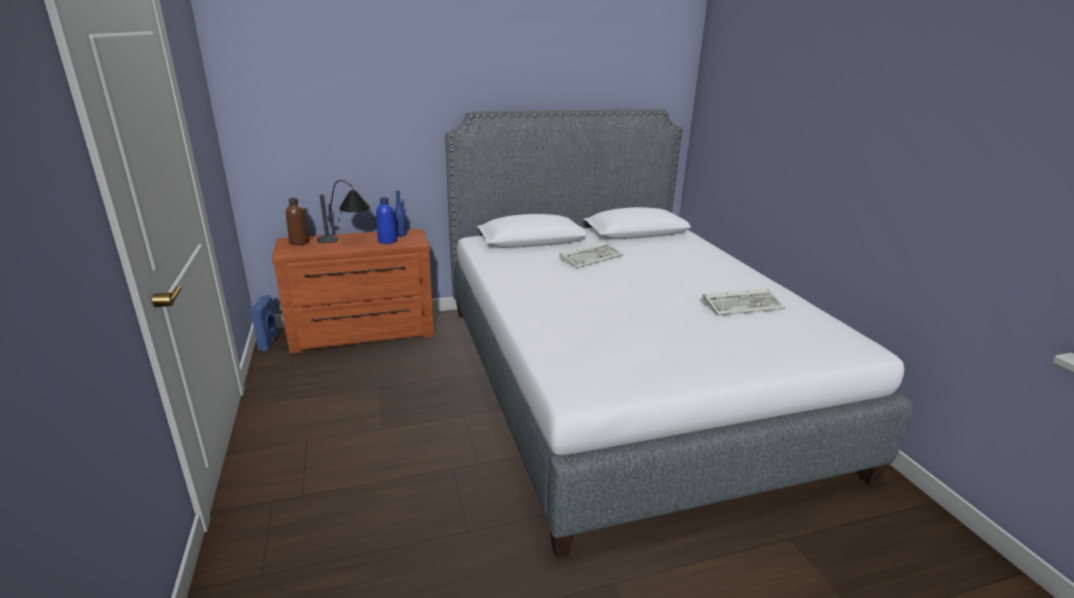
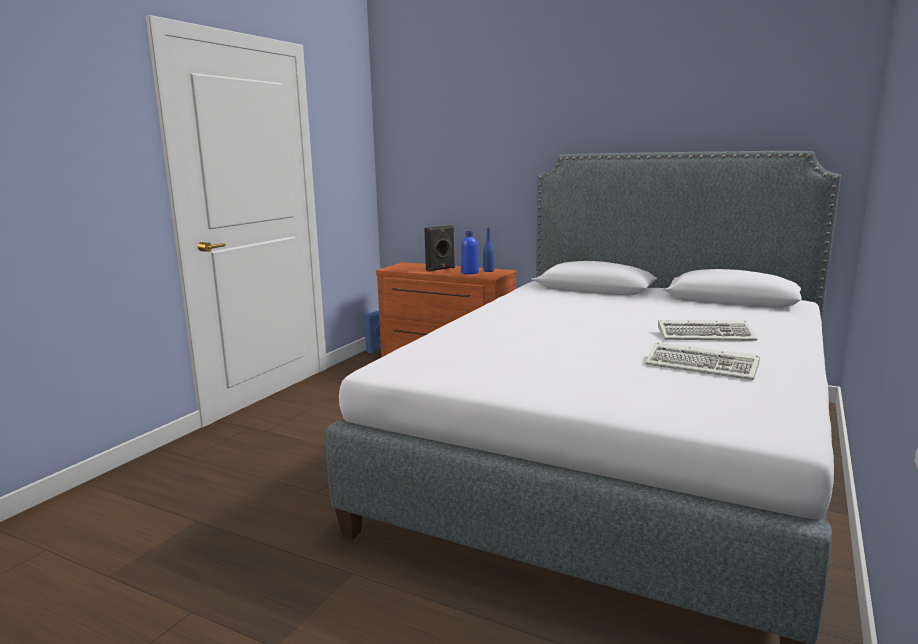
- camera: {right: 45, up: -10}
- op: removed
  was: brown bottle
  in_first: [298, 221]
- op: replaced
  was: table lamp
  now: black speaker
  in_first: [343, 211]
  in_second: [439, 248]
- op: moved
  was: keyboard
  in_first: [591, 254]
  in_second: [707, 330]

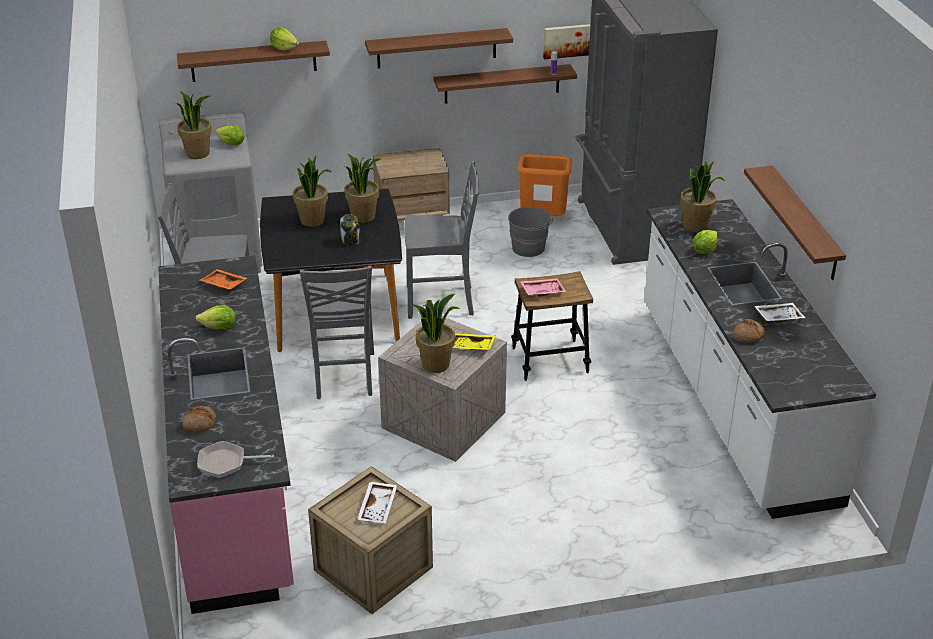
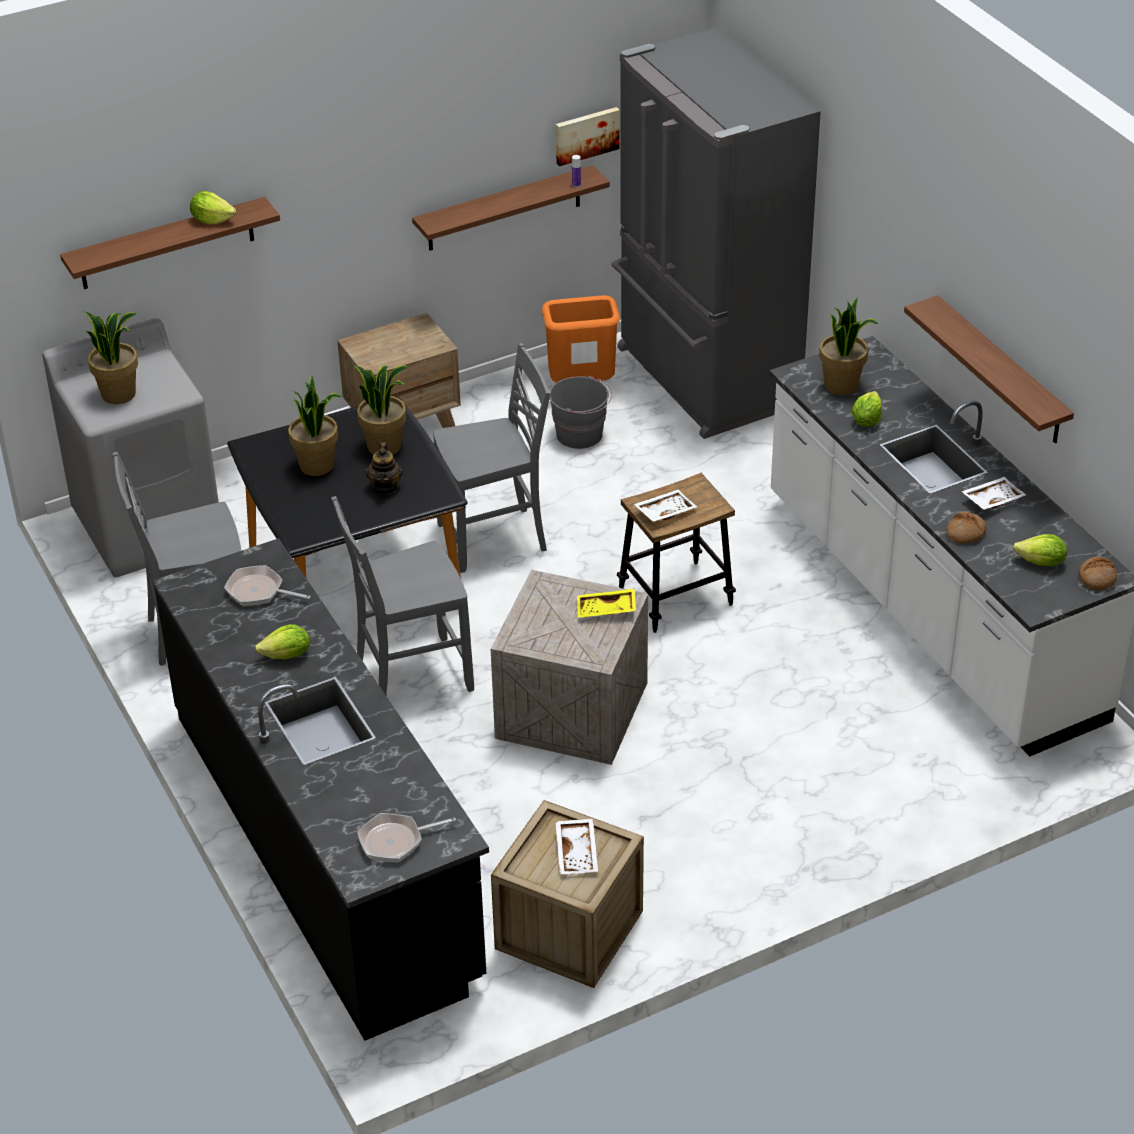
- camera: {right: -15, up: 5}
- op: recoloured
  was: pink counter
  now: black counter
  in_first: [226, 434]
  in_second: [321, 789]
- op: moved
  was: bread
  in_first: [199, 419]
  in_second: [1098, 573]
- op: replaced
  was: orange tray
  now: frying pan
  in_first: [223, 279]
  in_second: [267, 585]
- op: moved
  was: lettuce
  in_first: [230, 135]
  in_second: [1040, 550]
- op: turned
  was: grey chair
  in_first: [337, 332]
  in_second: [402, 595]
  clockwise: 90
- op: replaced
  was: jar
  now: teapot
  in_first: [350, 230]
  in_second: [384, 468]
- op: removed
  was: shelf
  in_first: [439, 48]
- op: removed
  was: potted plant
  in_first: [436, 333]
- op: recoloured
  was: pink tray
  now: white tray
  in_first: [543, 287]
  in_second: [665, 505]

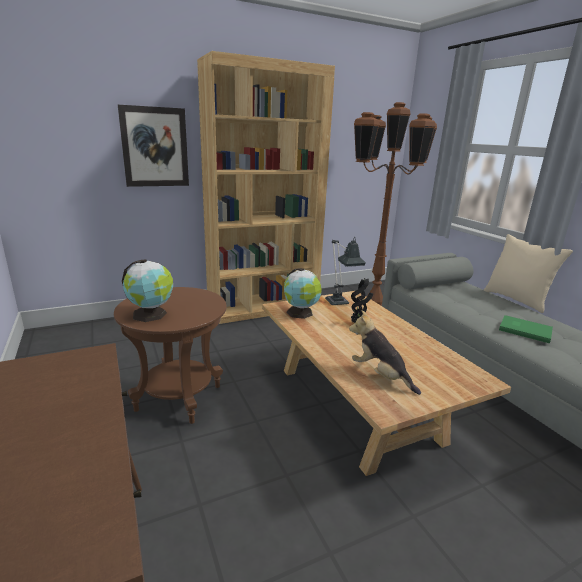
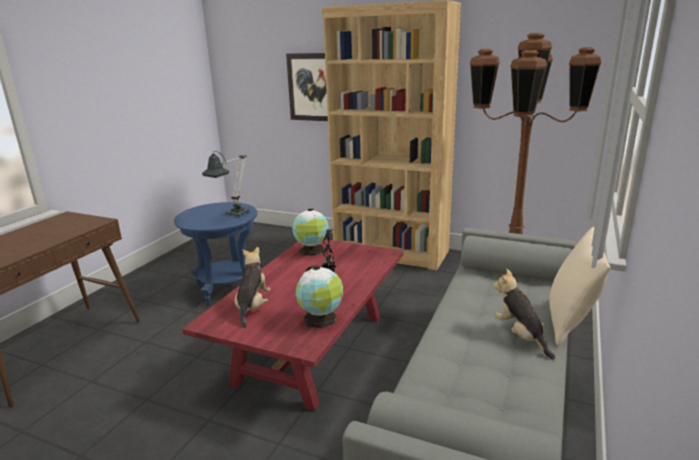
- camera: {right: 50, up: 0}
- op: recoloured
  was: brown side table
  now: blue side table
  in_first: [170, 355]
  in_second: [215, 253]
- op: moved
  was: globe
  in_first: [147, 290]
  in_second: [319, 296]
- op: recoloured
  was: beige coffee table
  now: red coffee table
  in_first: [386, 383]
  in_second: [293, 325]
- op: moved
  was: table lamp
  in_first: [345, 272]
  in_second: [226, 183]
- op: removed
  was: green book
  in_first: [526, 329]
- op: added
  now: plush toy
  in_second: [524, 314]

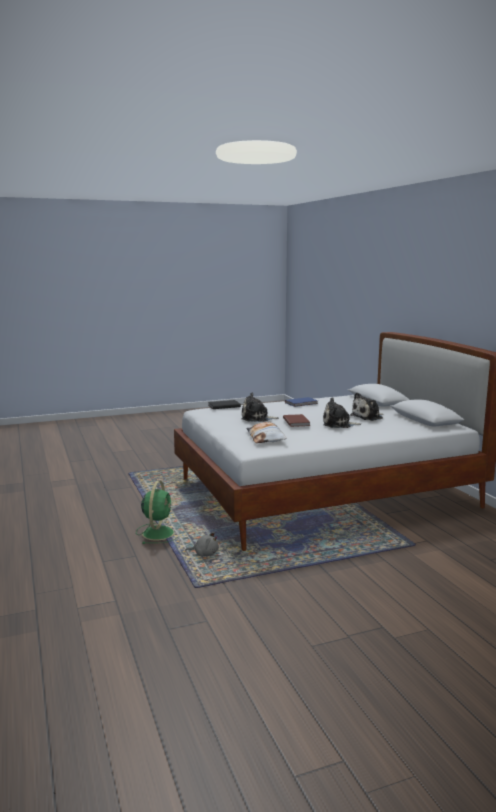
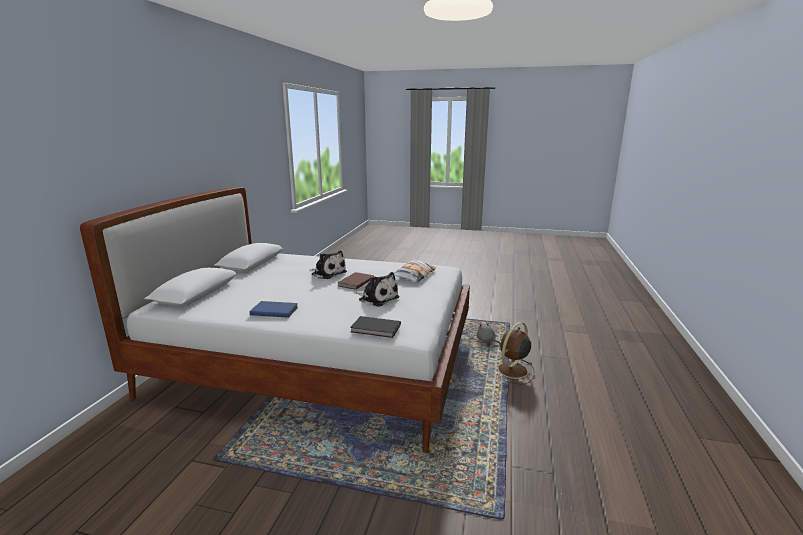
- camera: {right: -145, up: 5}
- op: recoloured
  was: green fan
  now: brown fan
  in_first: [157, 512]
  in_second: [515, 353]
- op: removed
  was: plush toy
  in_first: [366, 406]

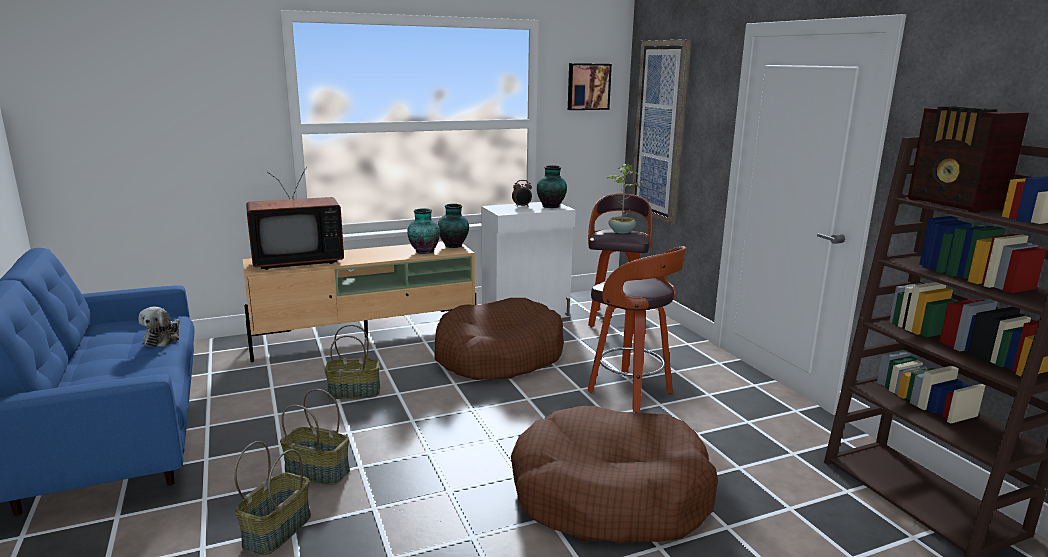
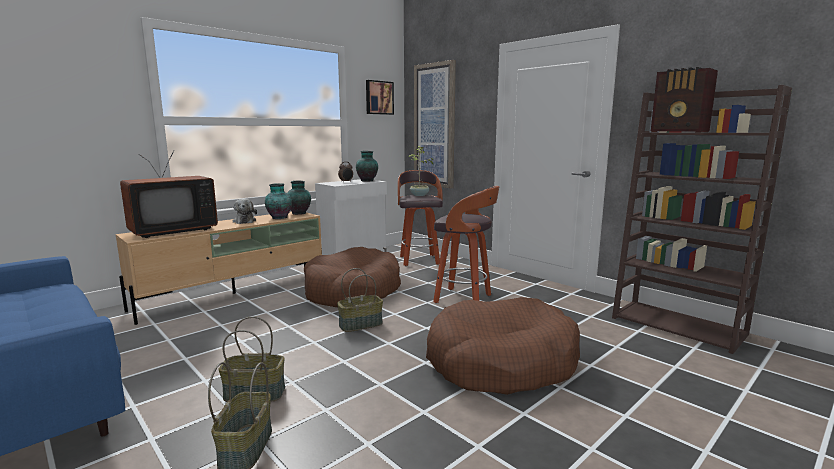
- camera: {right: -20, up: -5}
- op: moved
  was: plush toy
  in_first: [159, 327]
  in_second: [245, 211]
- op: moved
  was: basket
  in_first: [352, 362]
  in_second: [360, 300]

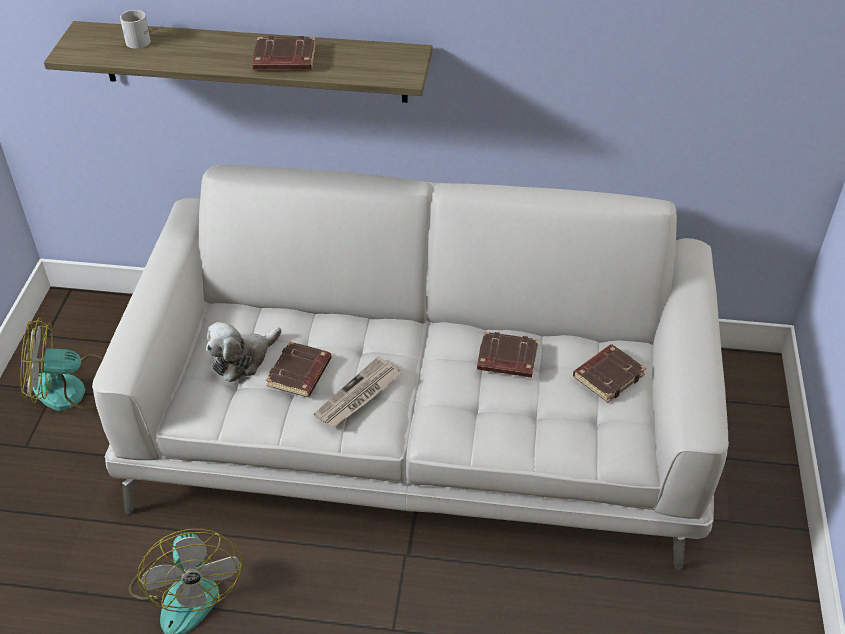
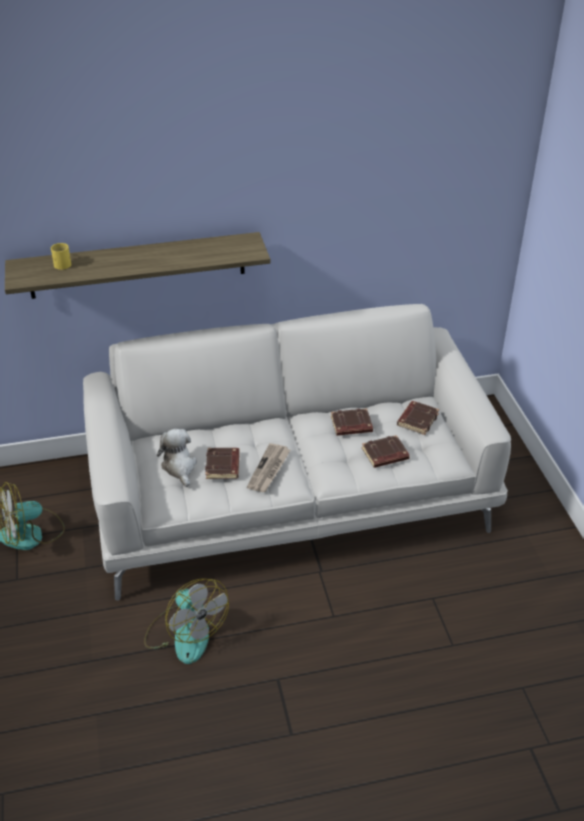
- camera: {right: -20, up: -5}
- op: recoloured
  was: white mug
  now: yellow mug
  in_first: [135, 29]
  in_second: [61, 256]
- op: turned
  was: plush toy
  in_first: [244, 352]
  in_second: [177, 458]
  clockwise: 135
- op: moved
  was: brown book
  in_first: [284, 53]
  in_second: [386, 451]

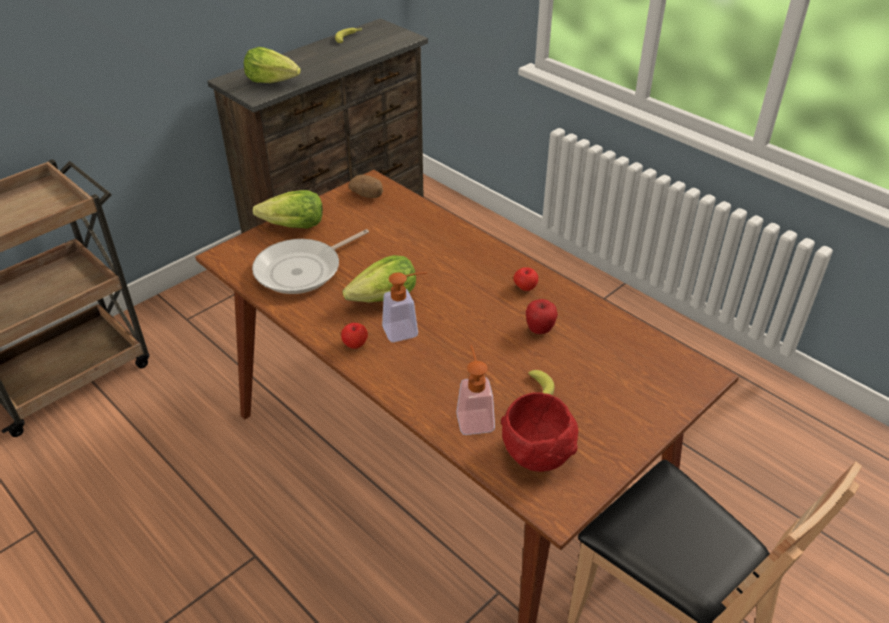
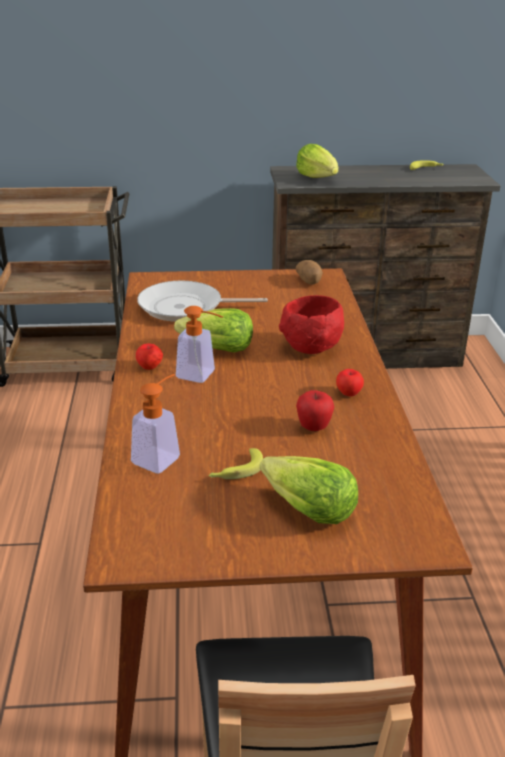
- camera: {right: 40, up: -10}
- op: moved
  was: lettuce
  in_first: [288, 209]
  in_second: [309, 490]
- op: moved
  was: red bowl
  in_first: [539, 432]
  in_second: [311, 324]

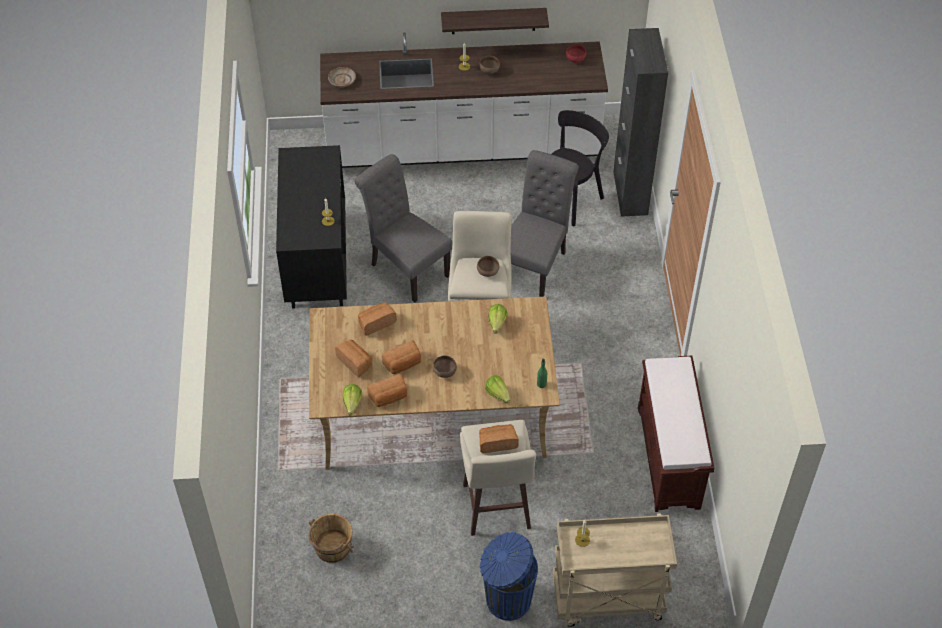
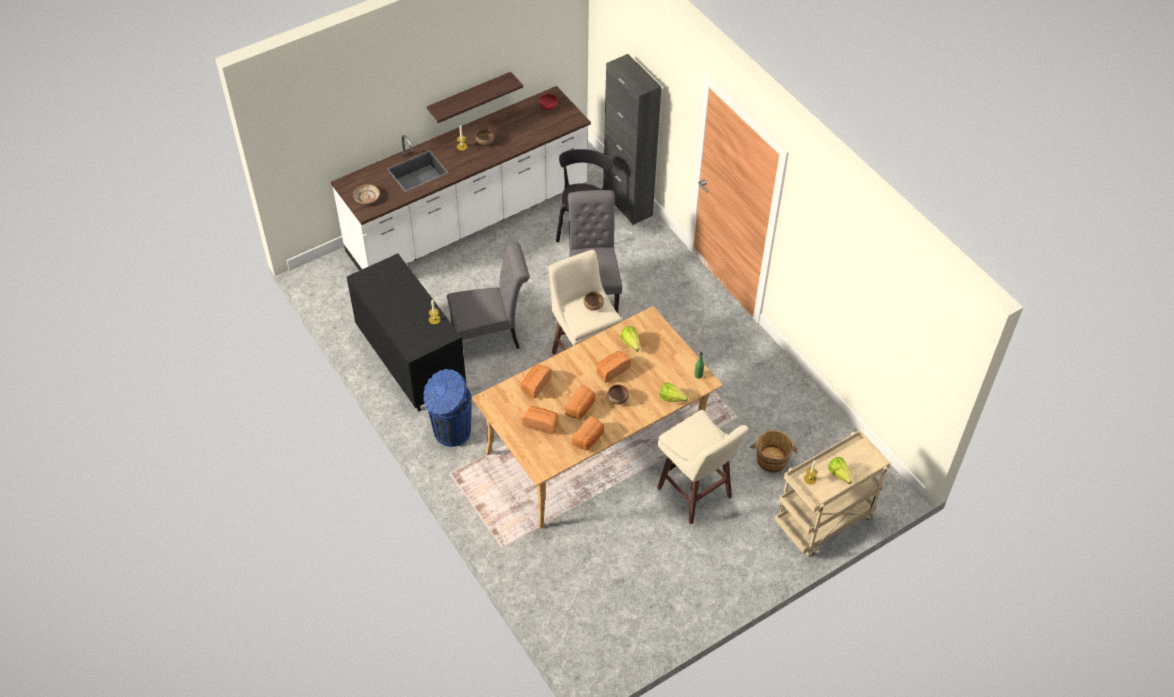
- camera: {right: -30, up: 0}
- op: moved
  was: brown bucket
  in_first: [331, 538]
  in_second: [774, 451]
- op: moved
  was: lettuce
  in_first: [352, 400]
  in_second: [840, 470]
- op: turned
  was: grey chair
  in_first: [404, 228]
  in_second: [488, 295]
  clockwise: 150
- op: moved
  was: bread
  in_first: [499, 438]
  in_second: [614, 367]
- op: moved
  was: blue trash can
  in_first: [509, 576]
  in_second: [447, 408]
- op: removed
  was: brown bench
  in_first: [676, 434]

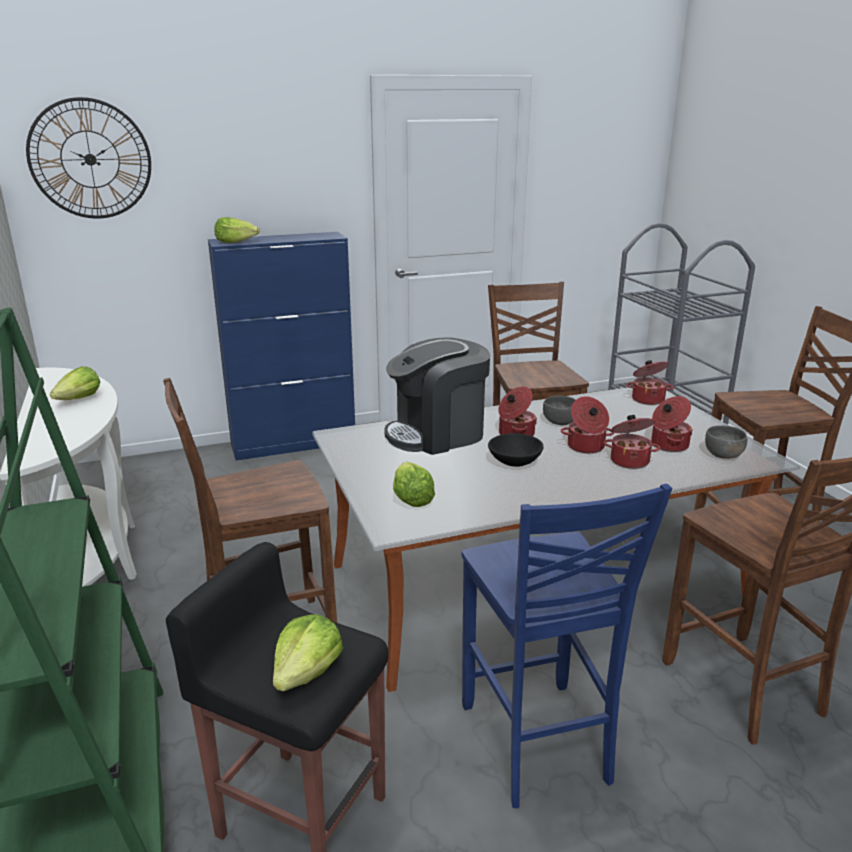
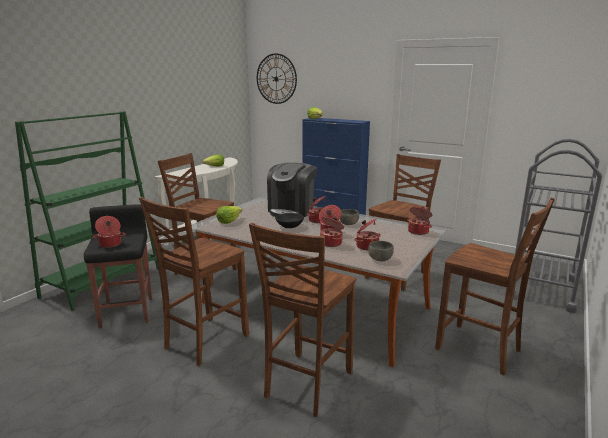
- camera: {right: 50, up: -5}
- op: replaced
  was: lettuce
  now: cooking pot
  in_first: [308, 652]
  in_second: [109, 232]
- op: turned
  was: coffee machine
  in_first: [437, 396]
  in_second: [292, 189]
  clockwise: -90
- op: recoloured
  was: blue chair
  now: brown chair
  in_first: [567, 646]
  in_second: [194, 281]

